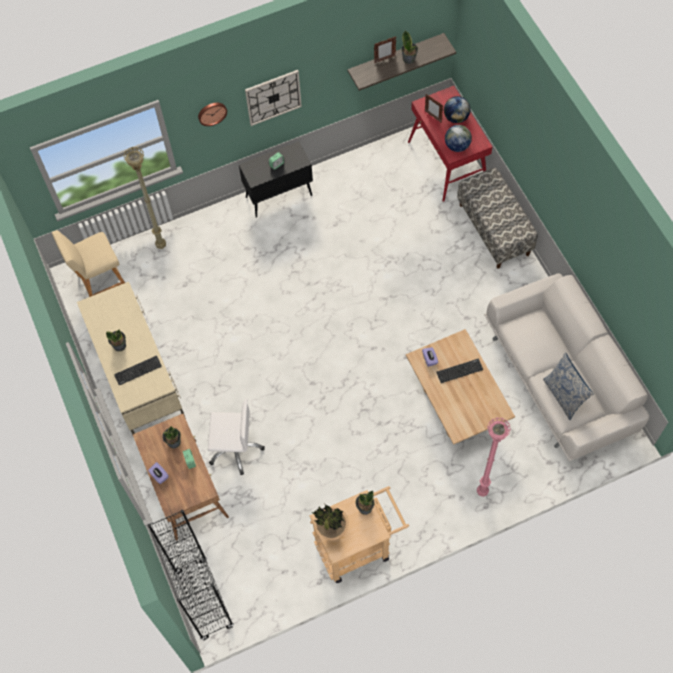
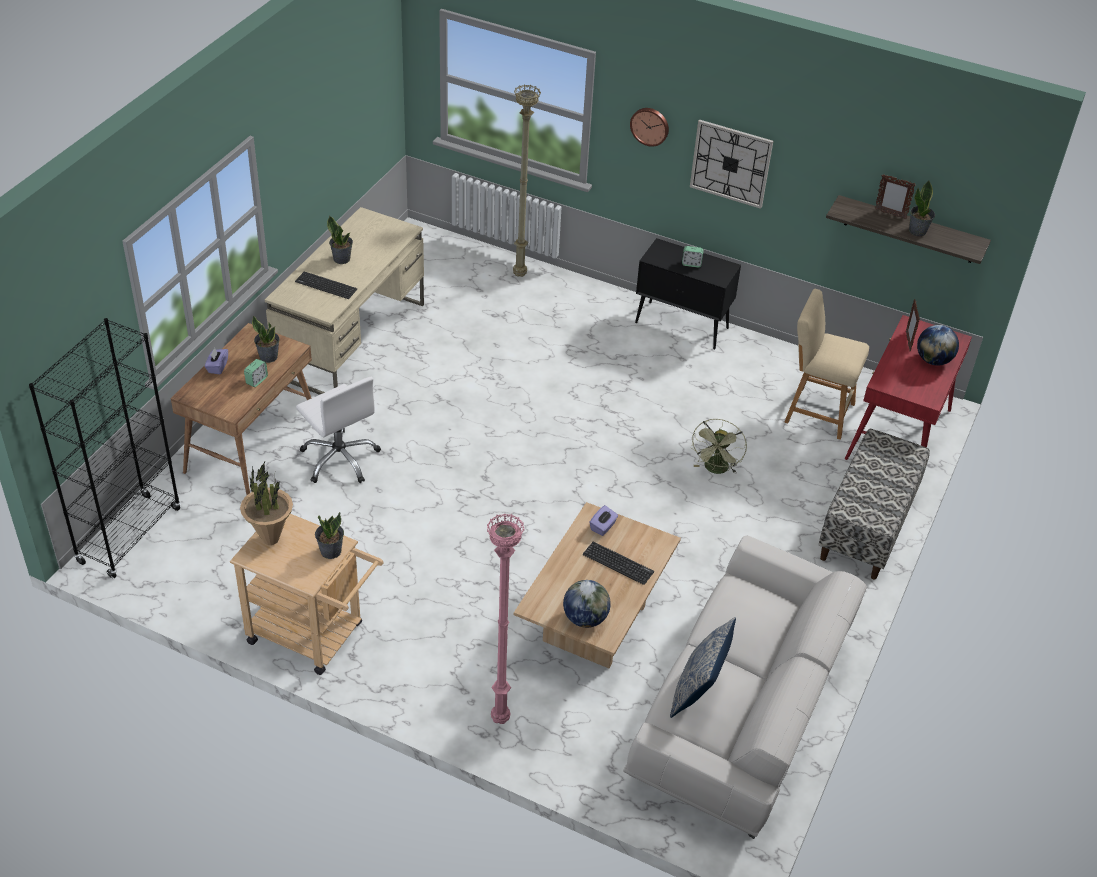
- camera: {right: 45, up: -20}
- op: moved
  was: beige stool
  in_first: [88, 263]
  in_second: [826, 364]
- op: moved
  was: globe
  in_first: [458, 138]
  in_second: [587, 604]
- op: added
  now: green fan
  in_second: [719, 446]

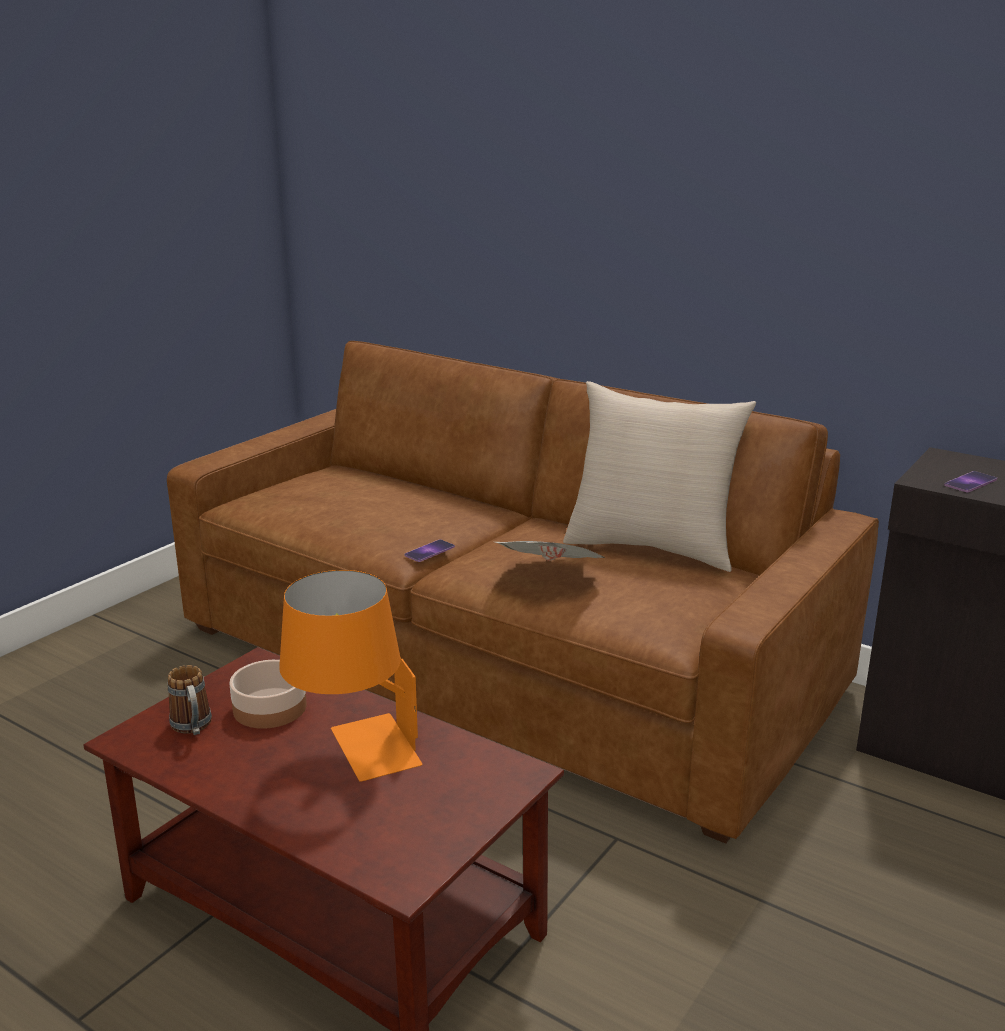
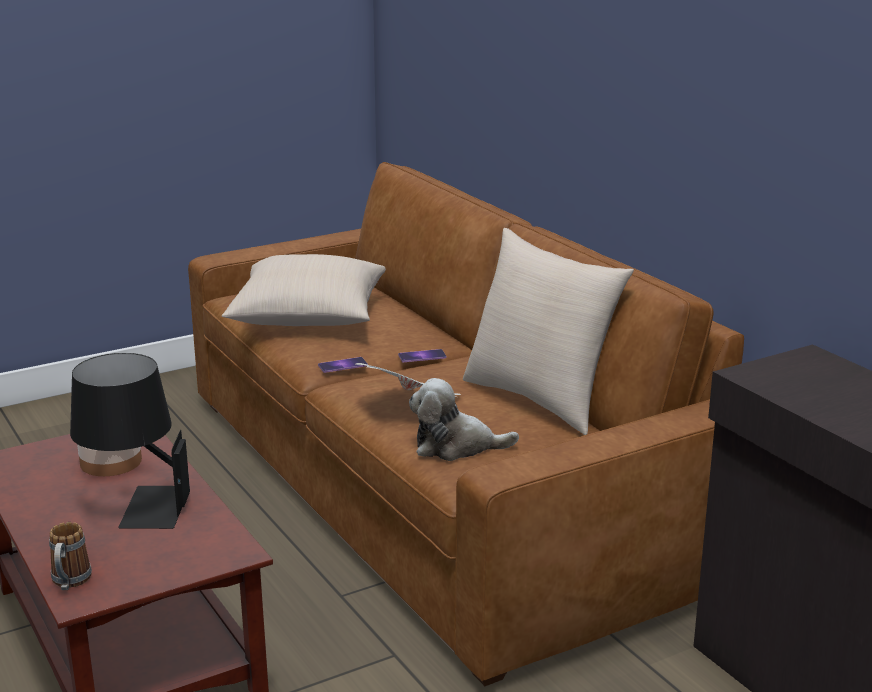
- camera: {right: 25, up: 0}
- op: moved
  was: mug
  in_first: [189, 700]
  in_second: [70, 556]
- op: recoloured
  was: orange table lamp
  now: black table lamp
  in_first: [350, 676]
  in_second: [130, 441]
- op: moved
  was: phone
  in_first: [970, 481]
  in_second: [422, 355]
- op: added
  now: beige pillow
  in_second: [304, 290]
- op: added
  now: plush toy
  in_second: [464, 419]

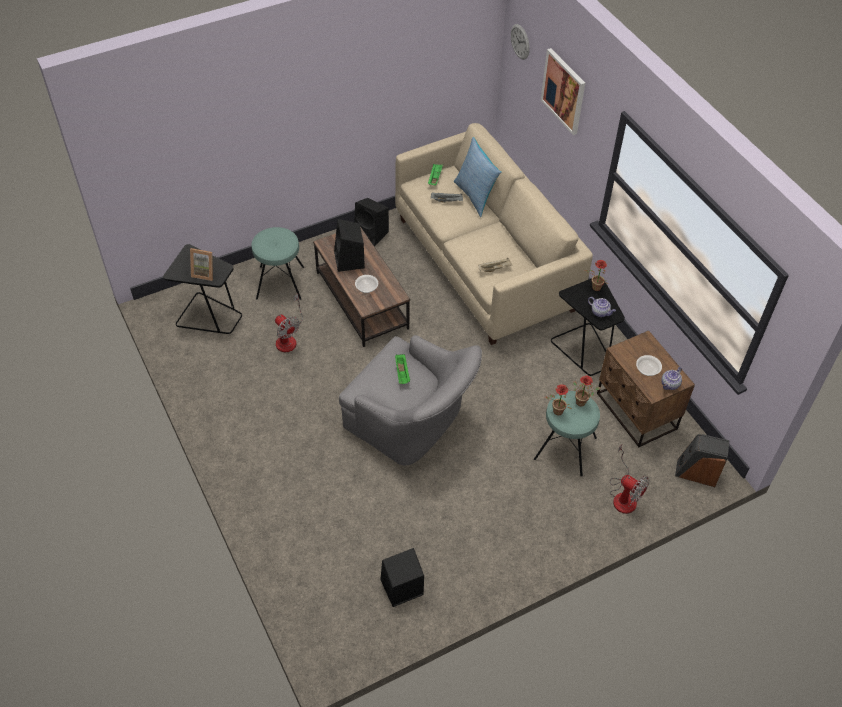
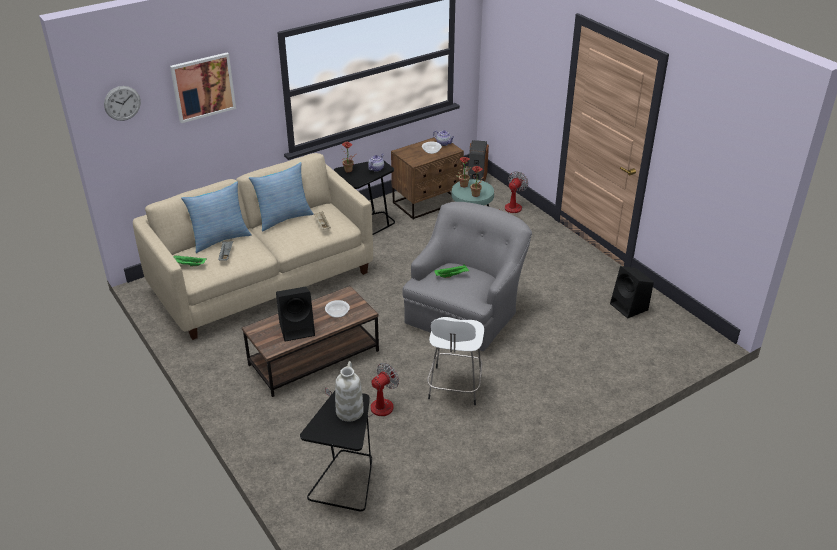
- camera: {right: -95, up: -15}
- op: replaced
  was: picture frame
  now: white vase
  in_first: [201, 264]
  in_second: [349, 391]
- op: removed
  was: turquoise stool
  in_first: [278, 263]
- op: removed
  was: black speaker
  in_first: [371, 222]
- op: added
  now: pillow
  in_second: [281, 197]
- op: added
  now: white stool
  in_second: [455, 361]

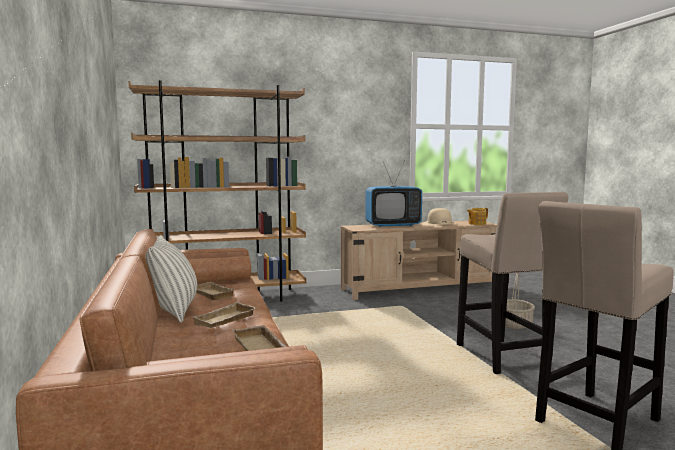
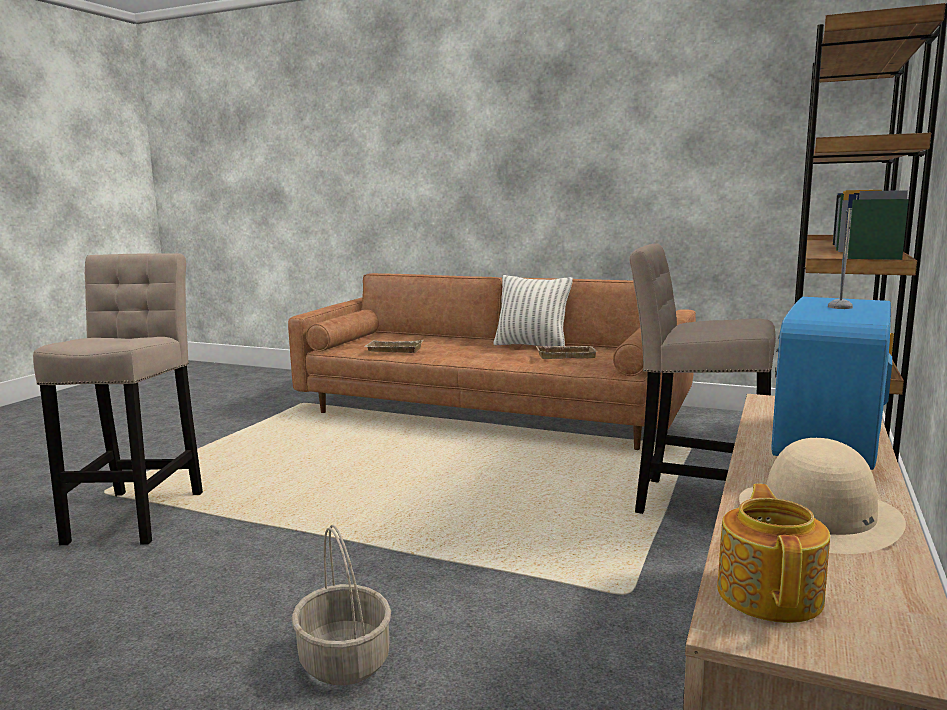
- camera: {right: 130, up: 5}
- op: removed
  was: beige tray
  in_first: [224, 315]
- op: moved
  was: beige stool
  in_first: [513, 283]
  in_second: [703, 378]

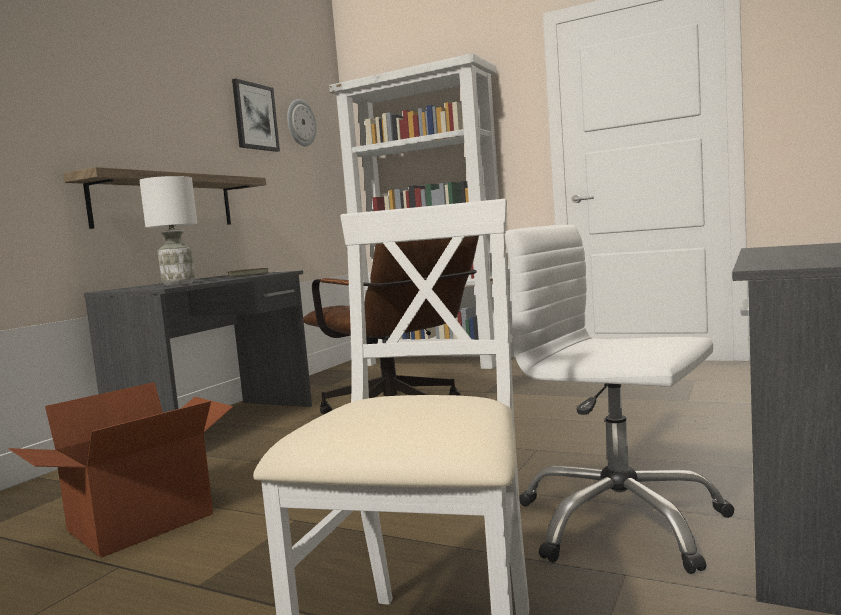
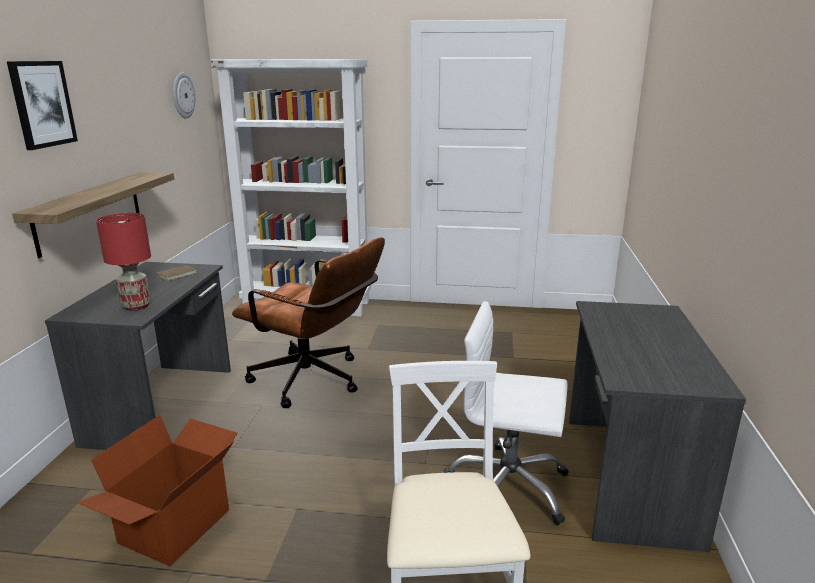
- camera: {right: -20, up: 15}
- op: recoloured
  was: white table lamp
  now: red table lamp
  in_first: [168, 231]
  in_second: [123, 262]
- op: moved
  was: picture
  in_first: [256, 115]
  in_second: [42, 105]

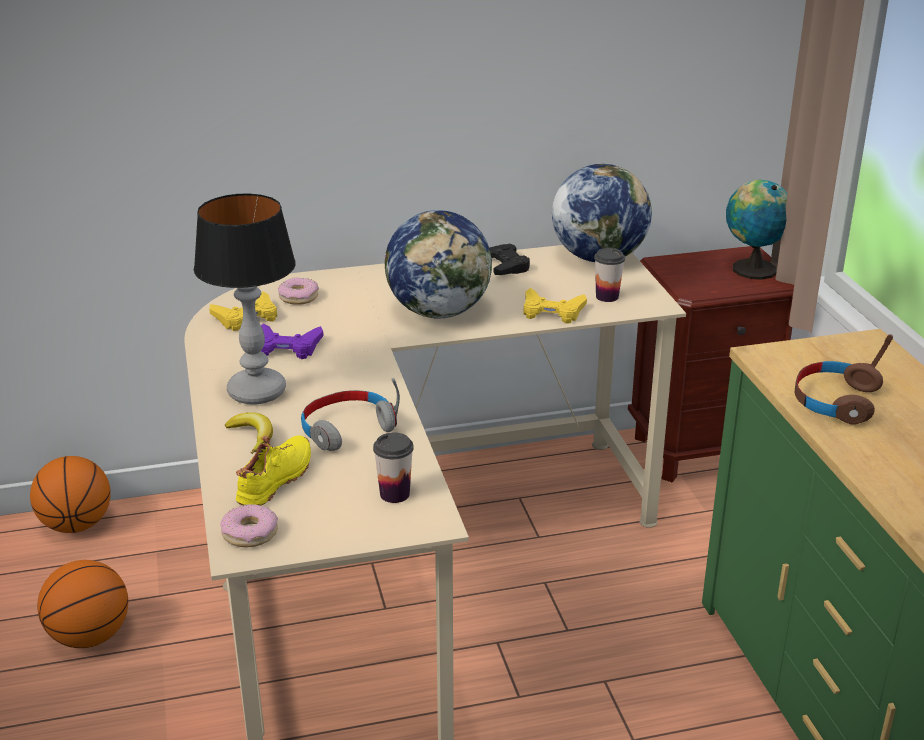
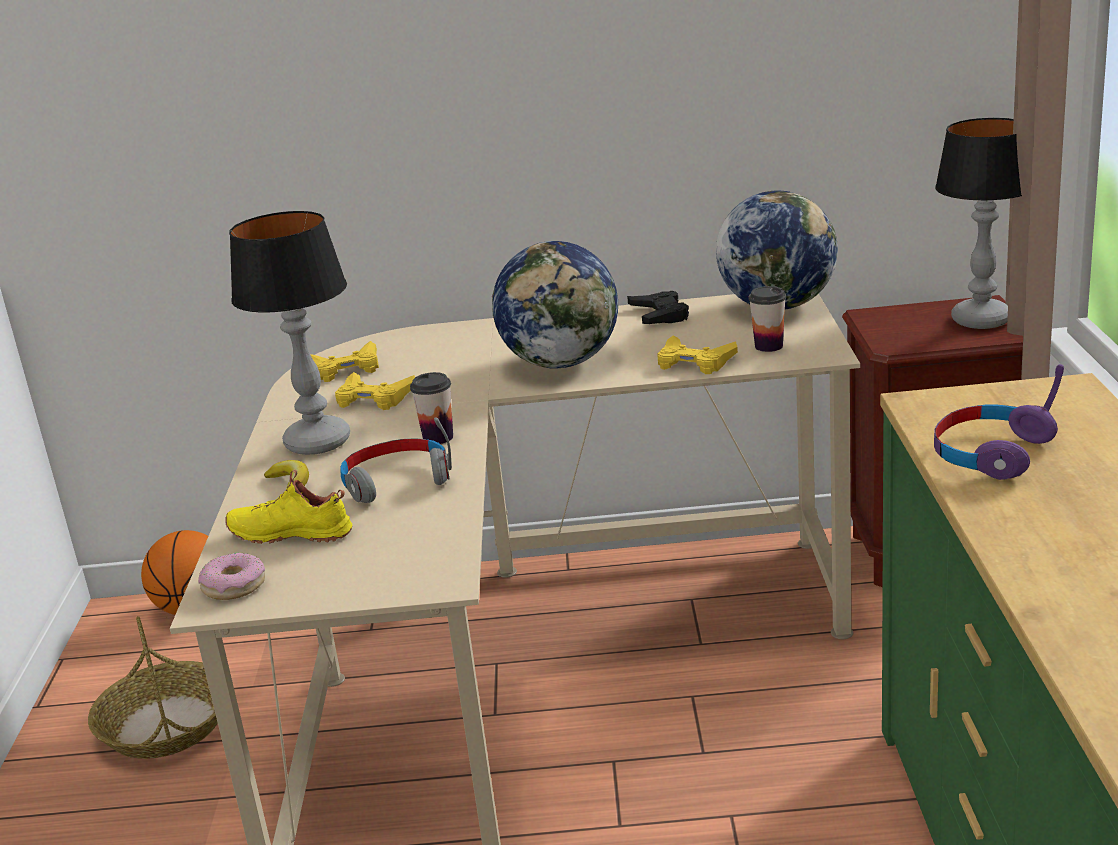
- camera: {right: 15, up: -5}
- op: replaced
  was: basketball
  now: basket
  in_first: [82, 604]
  in_second: [153, 687]
- op: turned
  was: yellow shoe
  in_first: [273, 470]
  in_second: [288, 506]
  clockwise: -120
- op: recoloured
  was: purple game controller
  now: yellow game controller
  in_first: [292, 341]
  in_second: [375, 391]
- op: removed
  was: donut
  in_first: [298, 291]
- op: moved
  was: cup
  in_first: [393, 468]
  in_second: [431, 408]
- op: replaced
  was: globe
  now: table lamp
  in_first: [756, 230]
  in_second: [978, 223]
- op: recoloured
  was: brown headphones
  now: purple headphones
  in_first: [844, 379]
  in_second: [999, 422]

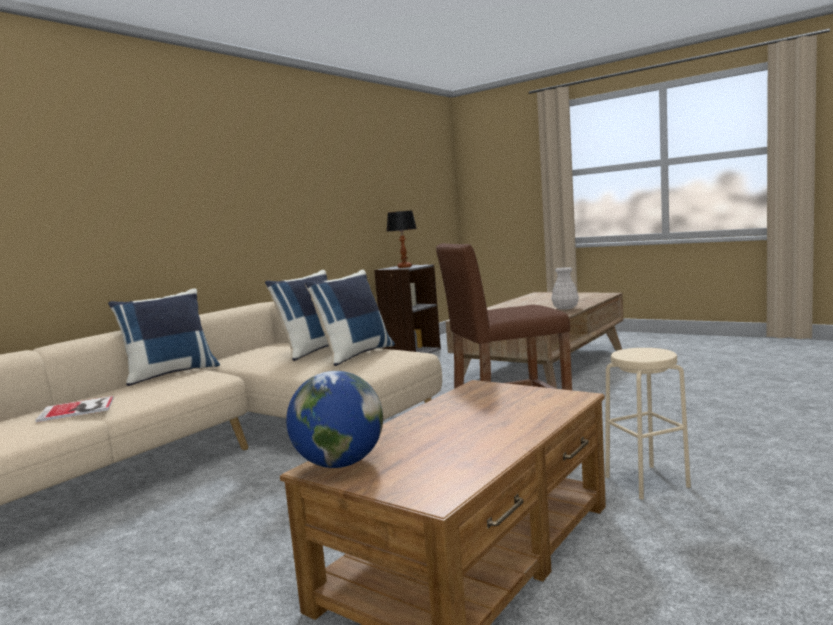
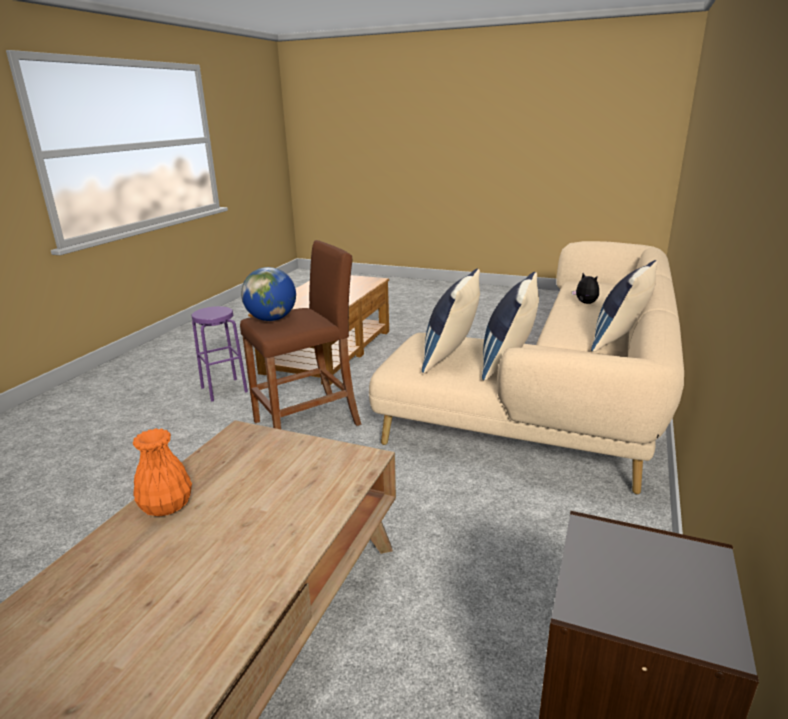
- camera: {right: 165, up: 15}
- op: replaced
  was: book
  now: plush toy
  in_first: [75, 409]
  in_second: [585, 288]
- op: moved
  was: globe
  in_first: [334, 419]
  in_second: [268, 294]
- op: removed
  was: table lamp
  in_first: [402, 239]
- op: recoloured
  was: white vase
  now: orange vase
  in_first: [565, 288]
  in_second: [162, 472]
- op: recoloured
  was: beige stool
  now: purple stool
  in_first: [648, 424]
  in_second: [219, 354]

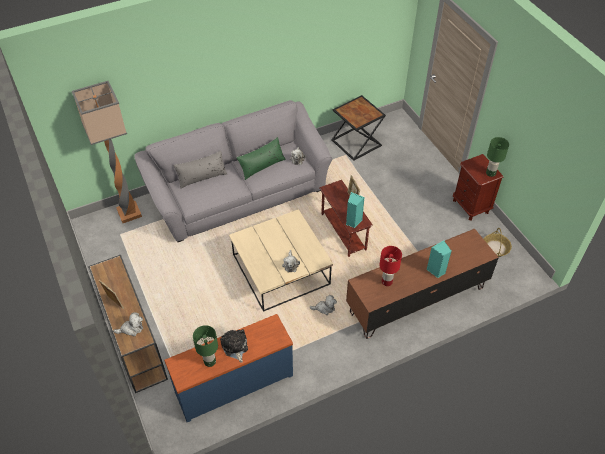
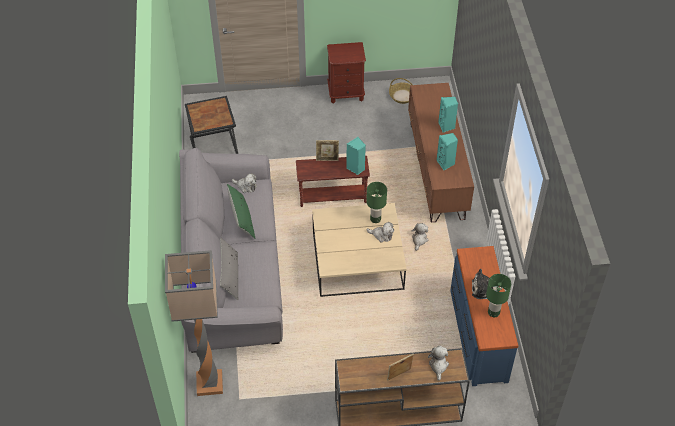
- camera: {right: -70, up: 0}
- op: replaced
  was: red table lamp
  now: turquoise speaker
  in_first: [390, 266]
  in_second: [447, 152]
- op: moved
  was: green table lamp
  in_first: [497, 157]
  in_second: [376, 202]

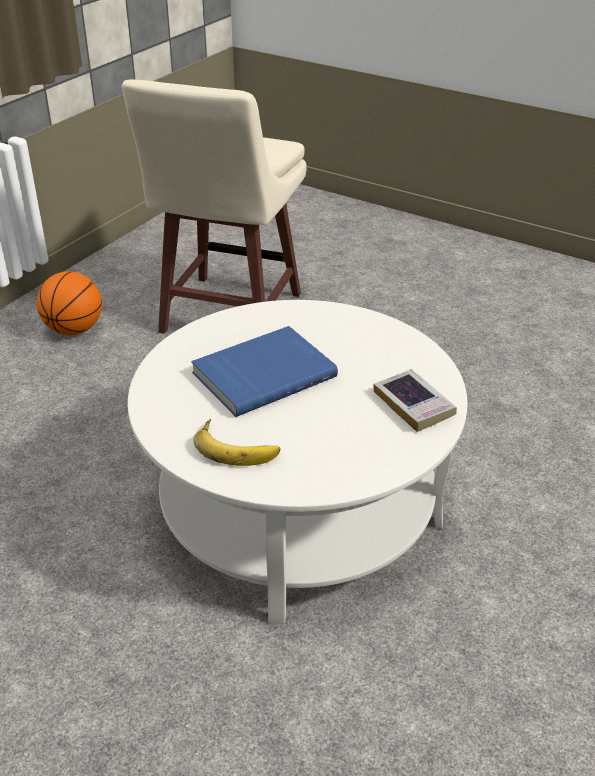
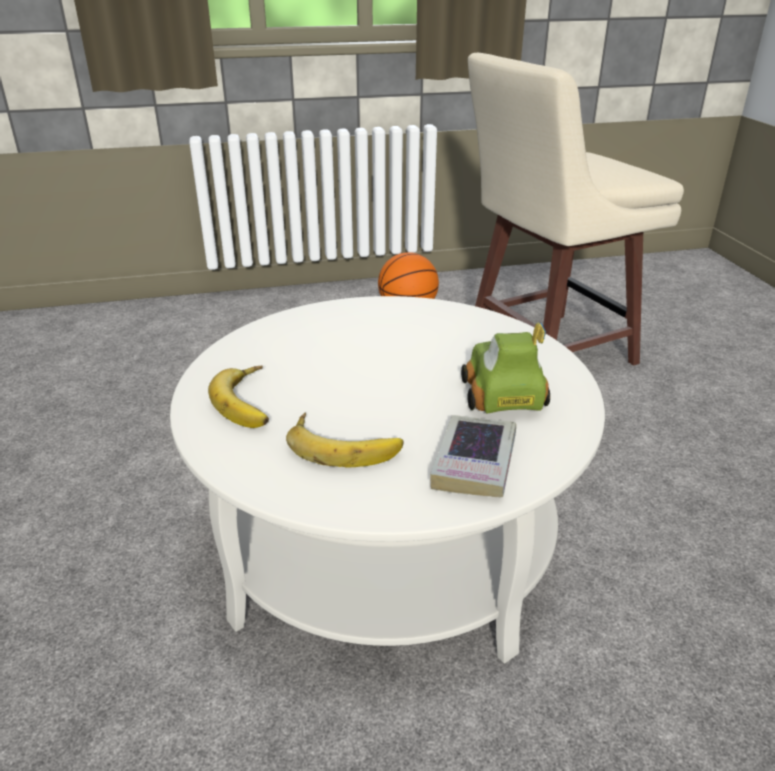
- camera: {right: 45, up: -5}
- op: removed
  was: blue book
  in_first: [264, 371]
- op: added
  now: banana
  in_second: [344, 440]
- op: added
  now: toy car
  in_second: [505, 368]

